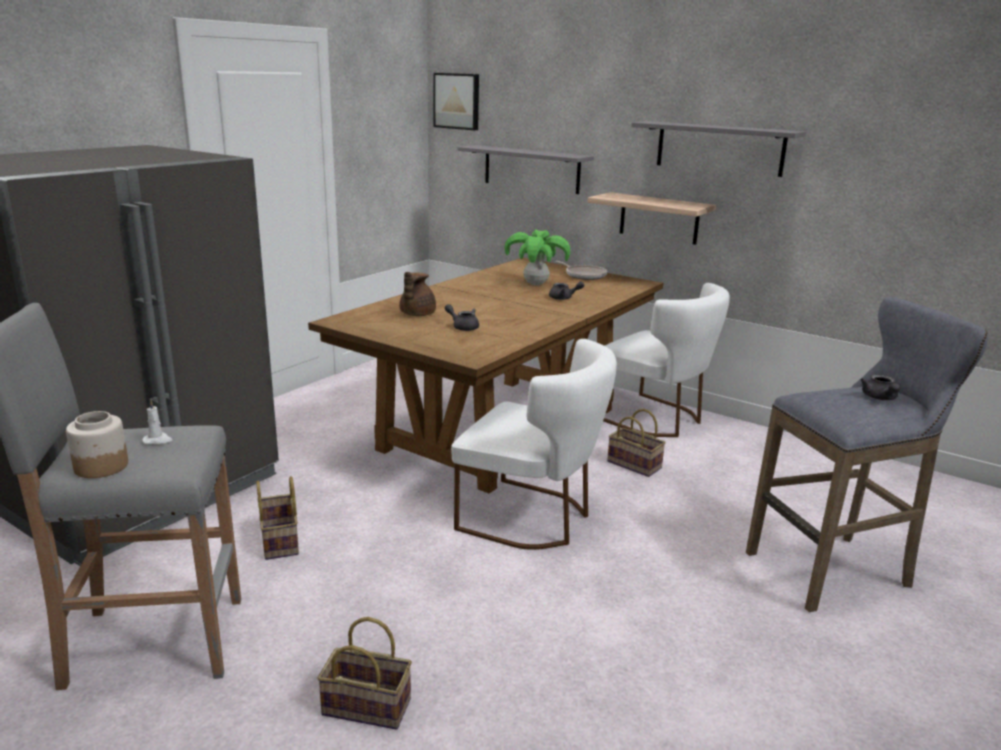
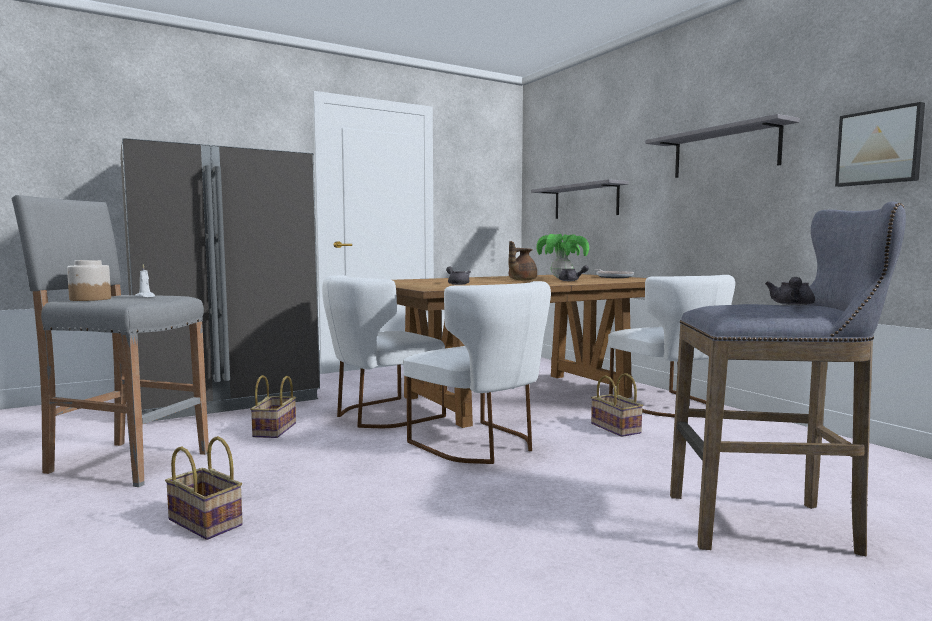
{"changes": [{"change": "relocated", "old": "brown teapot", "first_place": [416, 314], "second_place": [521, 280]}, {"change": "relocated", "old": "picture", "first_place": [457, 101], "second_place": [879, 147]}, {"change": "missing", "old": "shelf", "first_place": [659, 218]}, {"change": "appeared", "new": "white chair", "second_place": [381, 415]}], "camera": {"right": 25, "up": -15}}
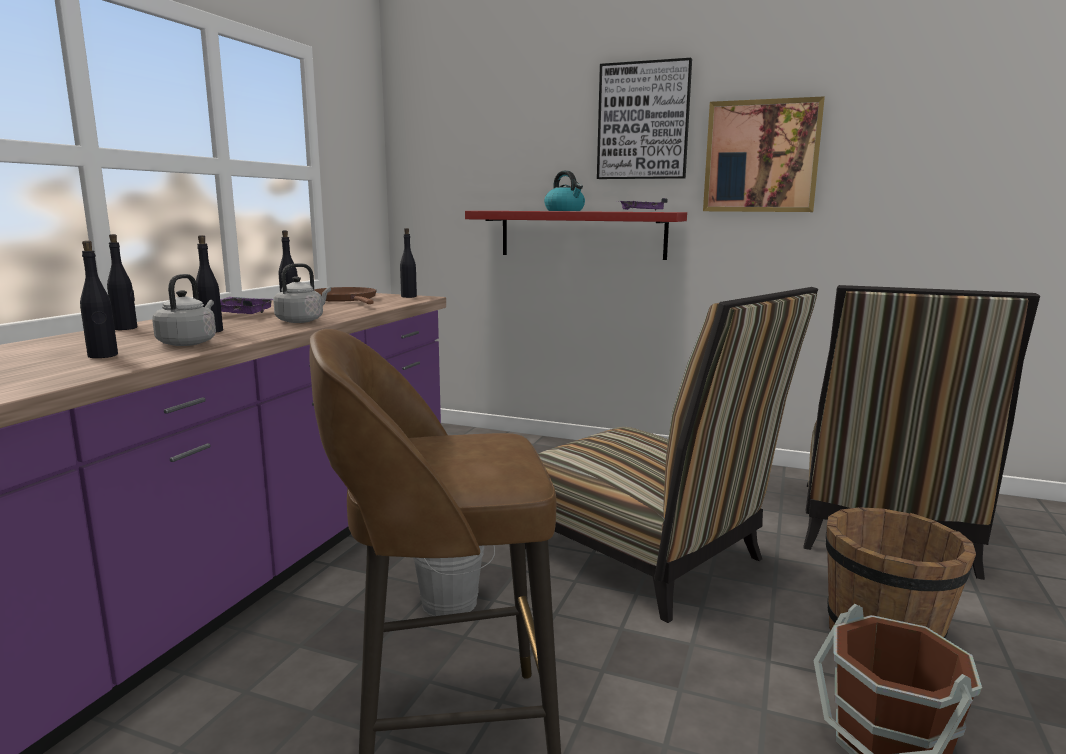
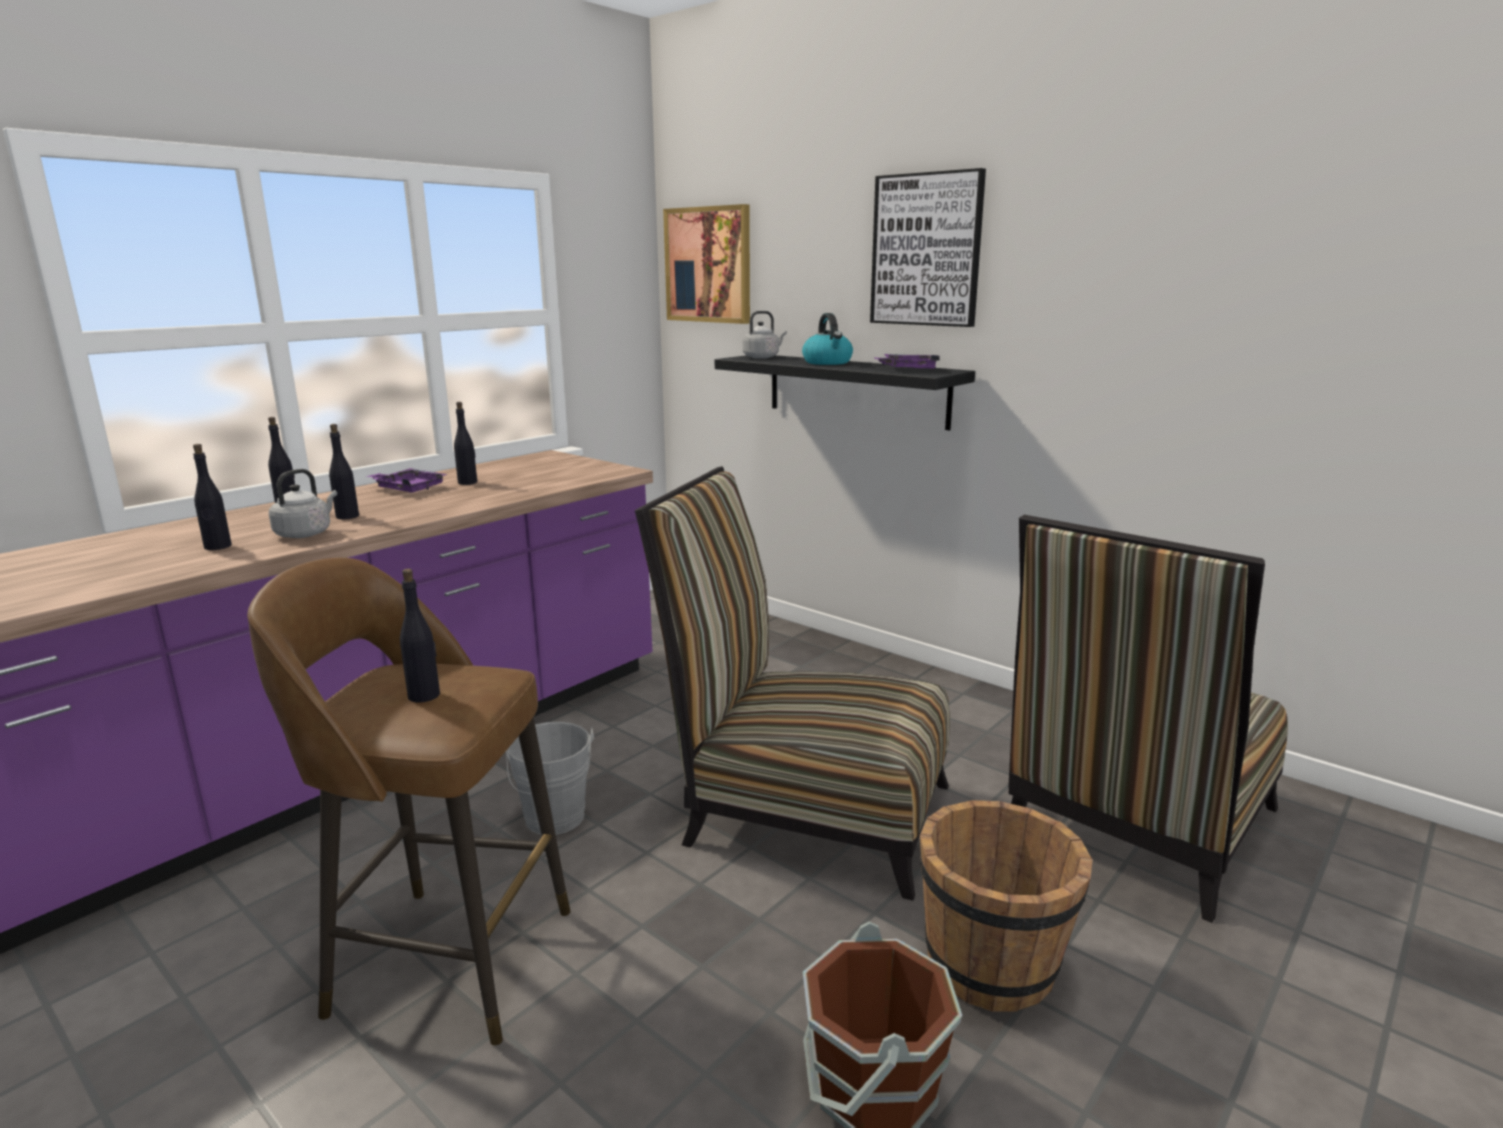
{"changes": [{"change": "relocated", "old": "grey kettle", "first_place": [302, 320], "second_place": [762, 357]}, {"change": "missing", "old": "brown frying pan", "first_place": [345, 299]}, {"change": "relocated", "old": "black bottle", "first_place": [409, 296], "second_place": [424, 695]}, {"change": "colour", "old": "red shelf", "new": "black shelf", "first_place": [582, 234], "second_place": [856, 390]}, {"change": "spun", "old": "chair", "first_place": [651, 559], "second_place": [803, 809], "degrees": 135}, {"change": "relocated", "old": "picture", "first_place": [761, 157], "second_place": [708, 265]}], "camera": {"right": 20, "up": 5}}
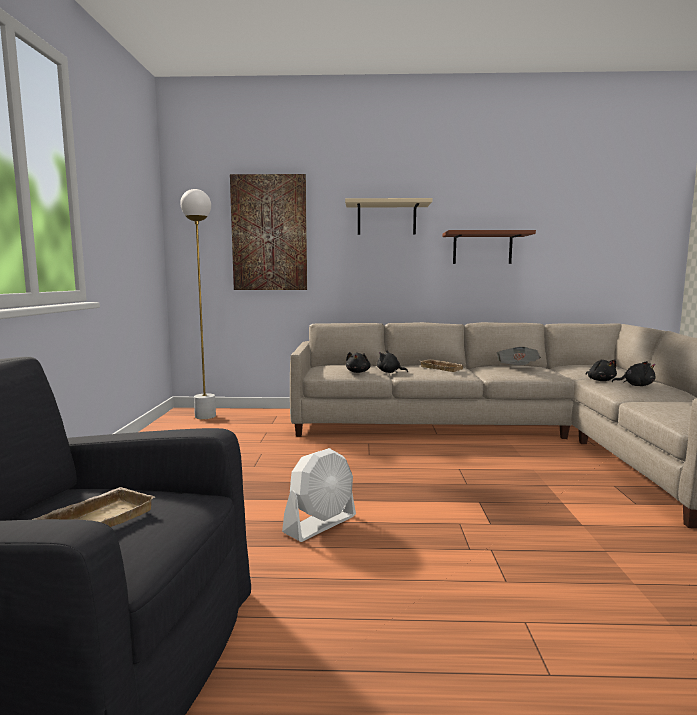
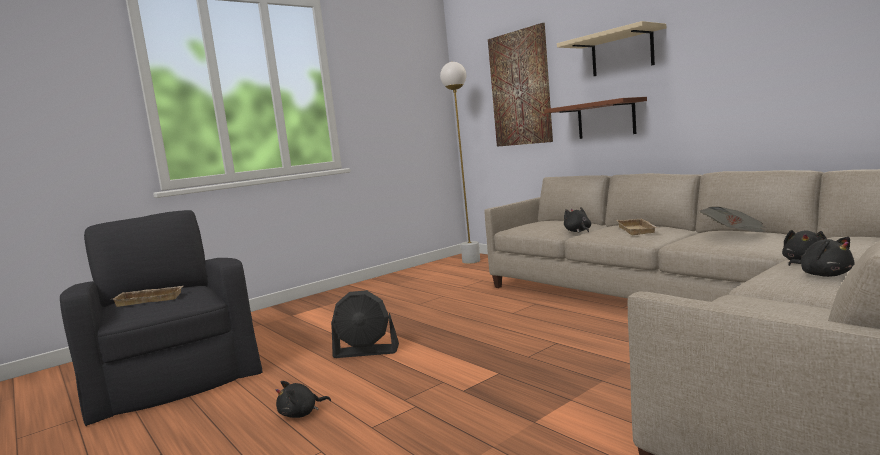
{"changes": [{"change": "colour", "old": "white fan", "new": "black fan", "first_place": [320, 524], "second_place": [366, 351]}, {"change": "relocated", "old": "black plush toy", "first_place": [358, 372], "second_place": [301, 414]}, {"change": "relocated", "old": "brown shelf", "first_place": [482, 248], "second_place": [606, 119]}], "camera": {"right": 50, "up": 0}}
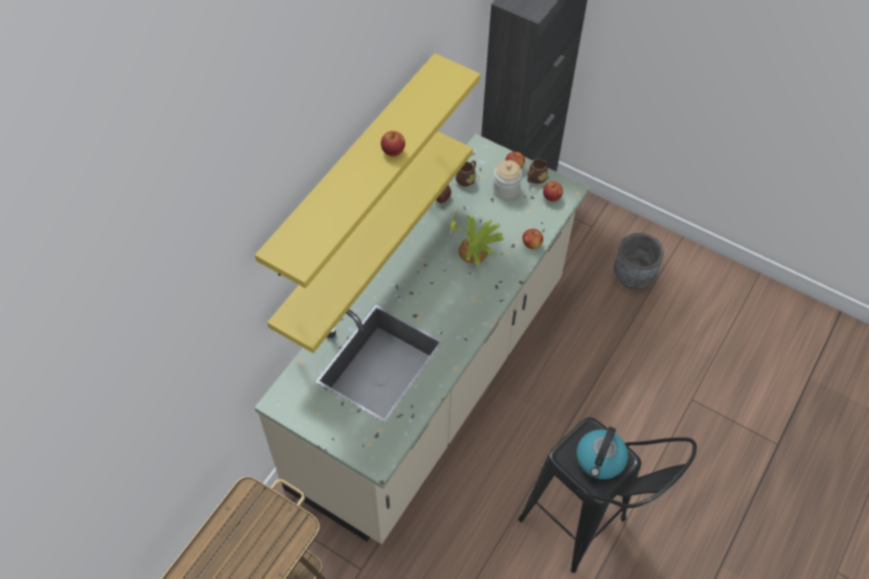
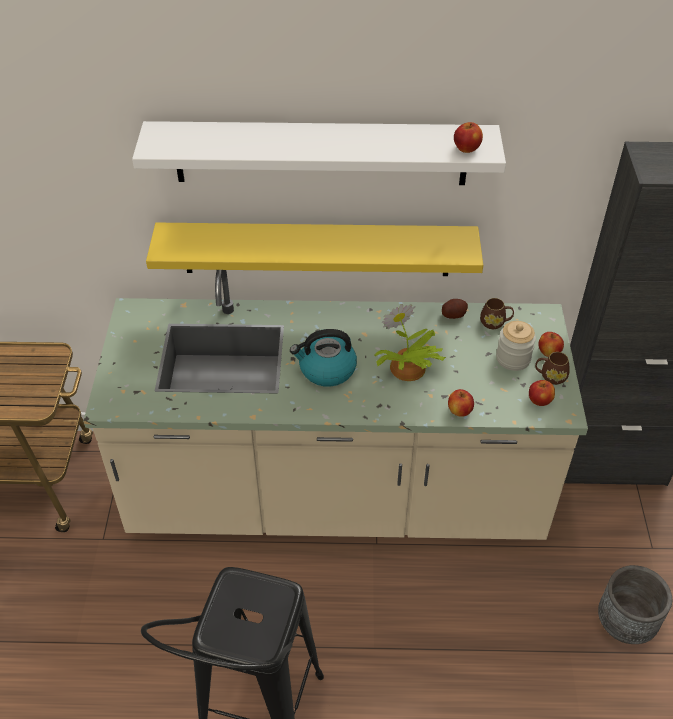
{"changes": [{"change": "colour", "old": "yellow shelf", "new": "white shelf", "first_place": [353, 166], "second_place": [321, 153]}, {"change": "relocated", "old": "apple", "first_place": [393, 151], "second_place": [466, 149]}, {"change": "relocated", "old": "kettle", "first_place": [600, 460], "second_place": [326, 370]}], "camera": {"right": 60, "up": -10}}
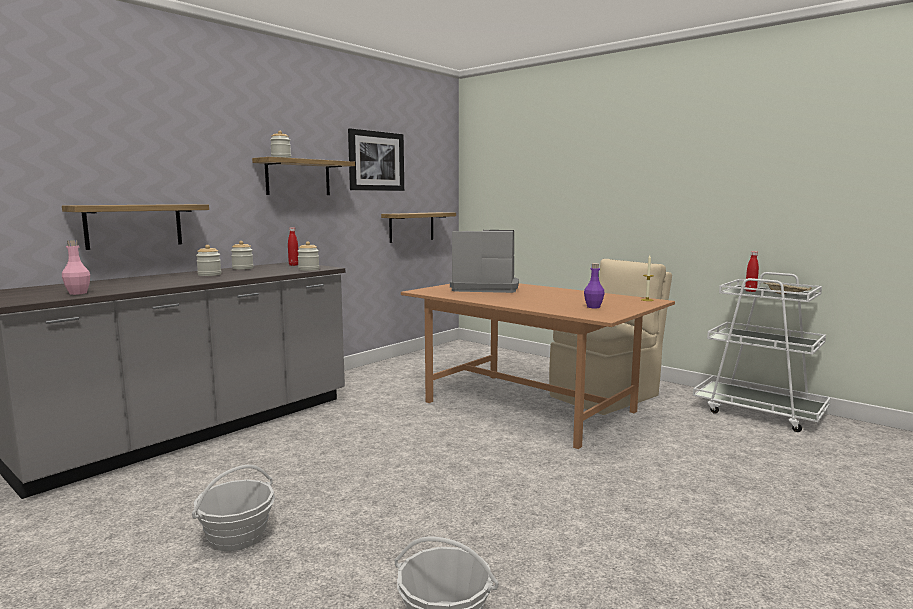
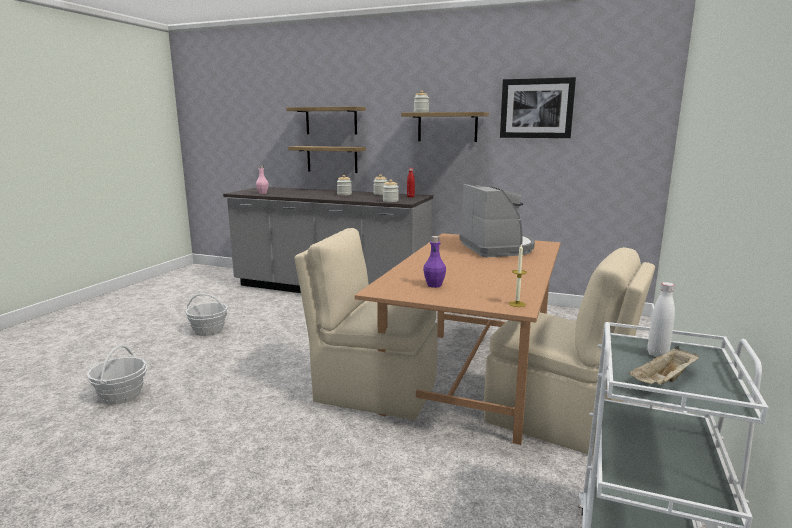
{"changes": [{"change": "relocated", "old": "shelf", "first_place": [411, 227], "second_place": [331, 121]}, {"change": "colour", "old": "red bottle", "new": "white bottle", "first_place": [750, 291], "second_place": [657, 354]}, {"change": "appeared", "new": "beige chair", "second_place": [373, 390]}], "camera": {"right": 70, "up": 5}}
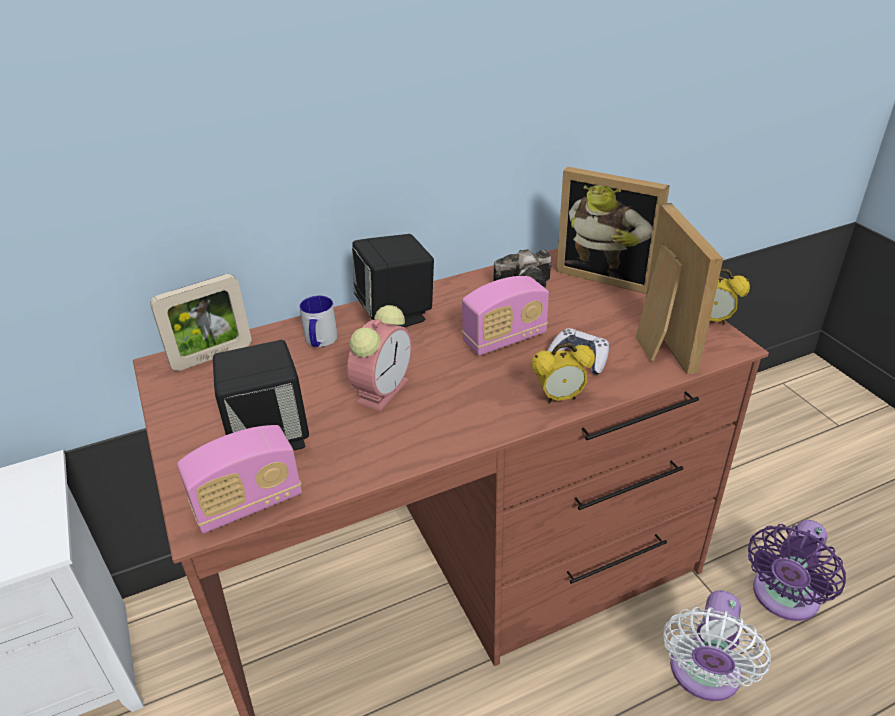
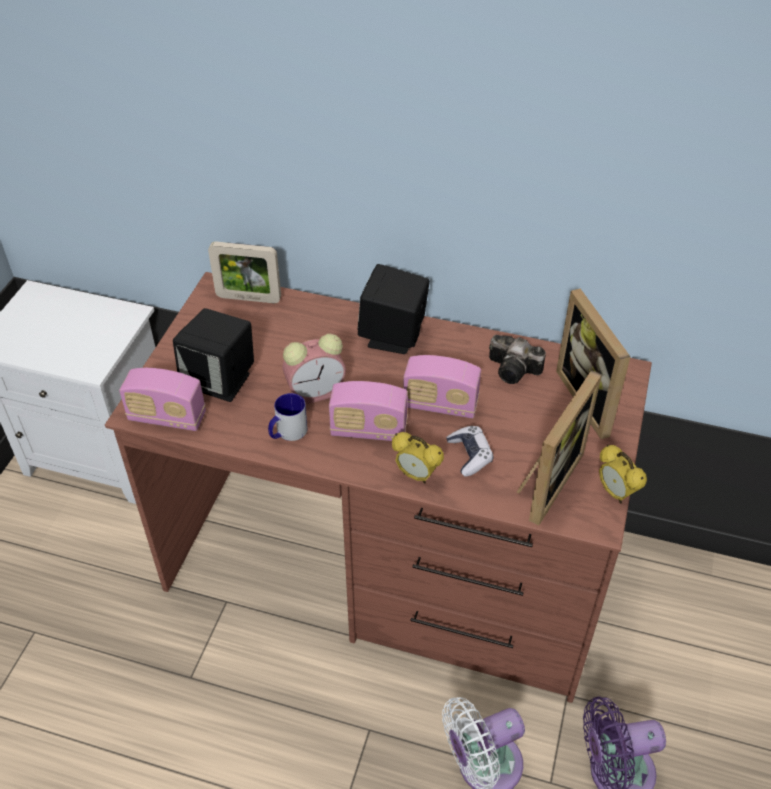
{"changes": [{"change": "relocated", "old": "mug", "first_place": [320, 341], "second_place": [287, 433]}, {"change": "appeared", "new": "radio", "second_place": [369, 430]}], "camera": {"right": 40, "up": 10}}
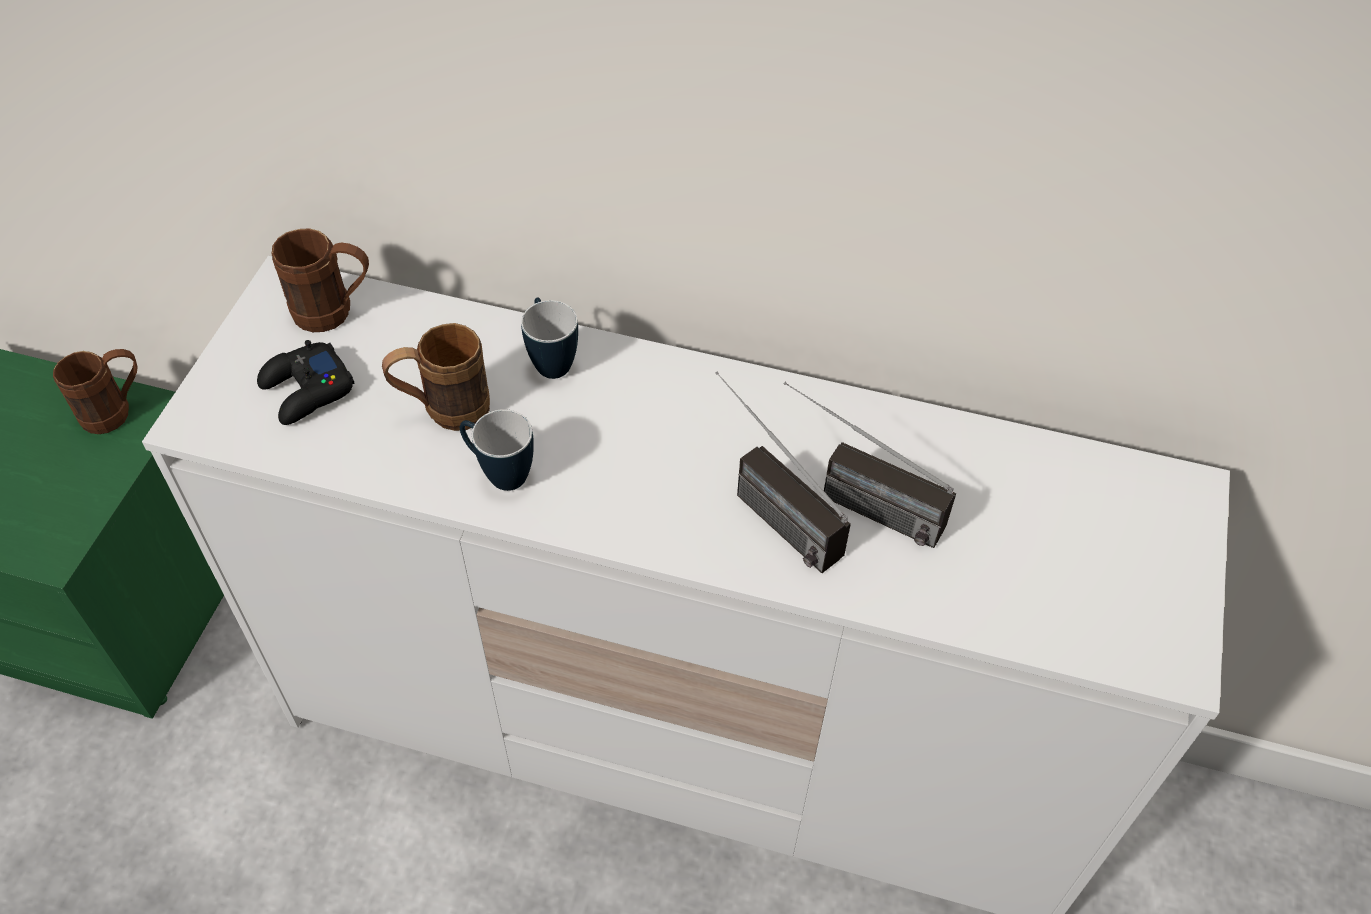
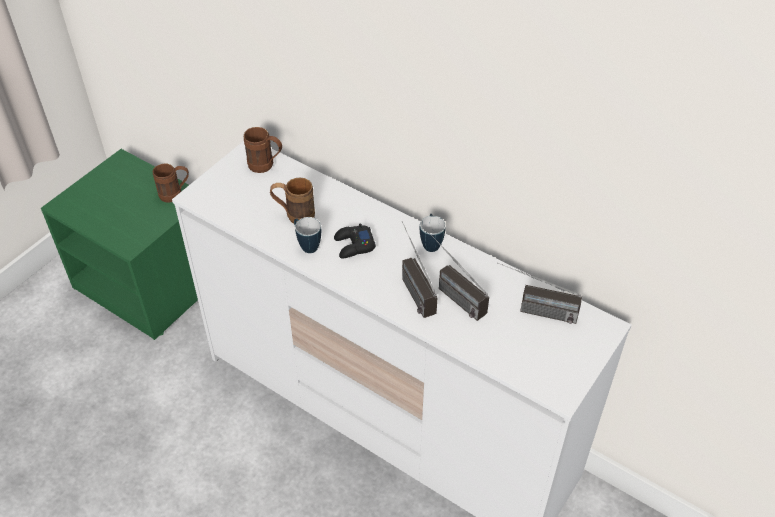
{"changes": [{"change": "relocated", "old": "black game controller", "first_place": [307, 390], "second_place": [354, 245]}, {"change": "relocated", "old": "mug", "first_place": [550, 360], "second_place": [431, 243]}, {"change": "appeared", "new": "radio", "second_place": [533, 310]}], "camera": {"right": 20, "up": -5}}
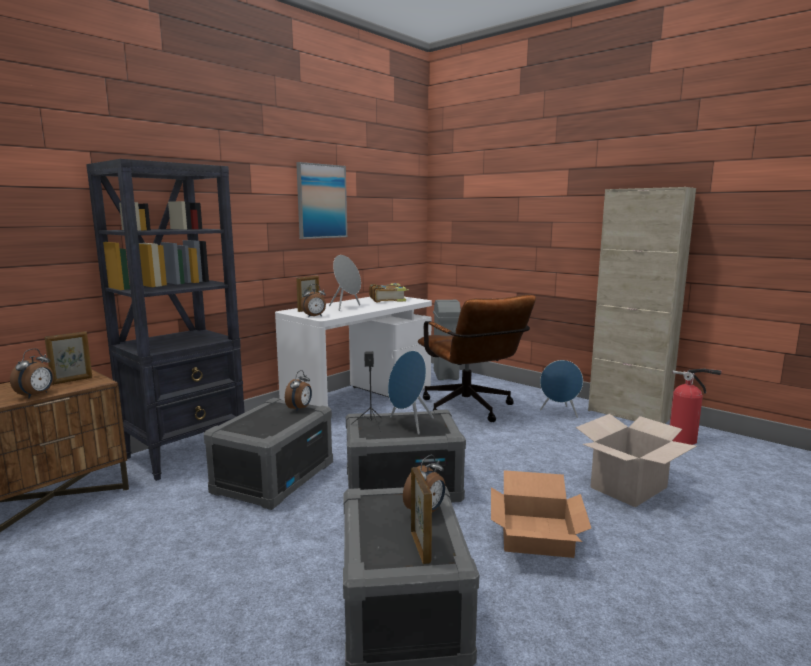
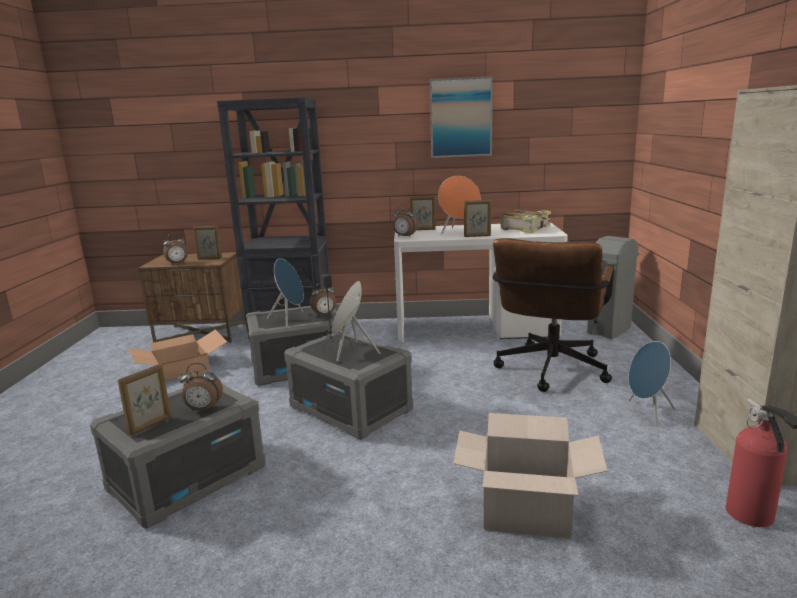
{"changes": [{"change": "colour", "old": "grey speaker", "new": "orange speaker", "first_place": [346, 307], "second_place": [459, 231]}, {"change": "relocated", "old": "cardboard box", "first_place": [537, 535], "second_place": [180, 368]}, {"change": "appeared", "new": "blue speaker", "second_place": [290, 319]}, {"change": "appeared", "new": "picture frame", "second_place": [477, 236]}], "camera": {"right": 50, "up": 5}}
